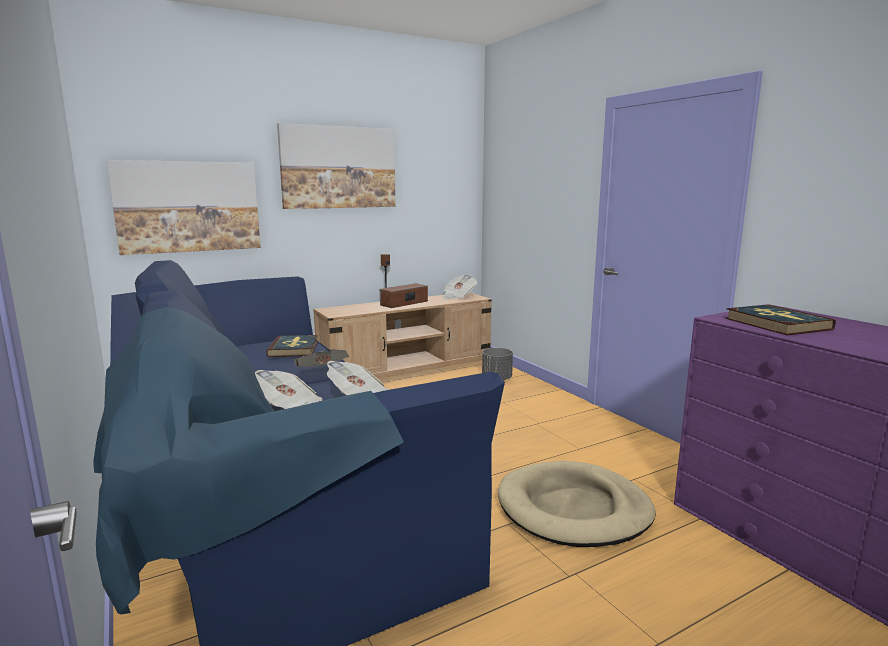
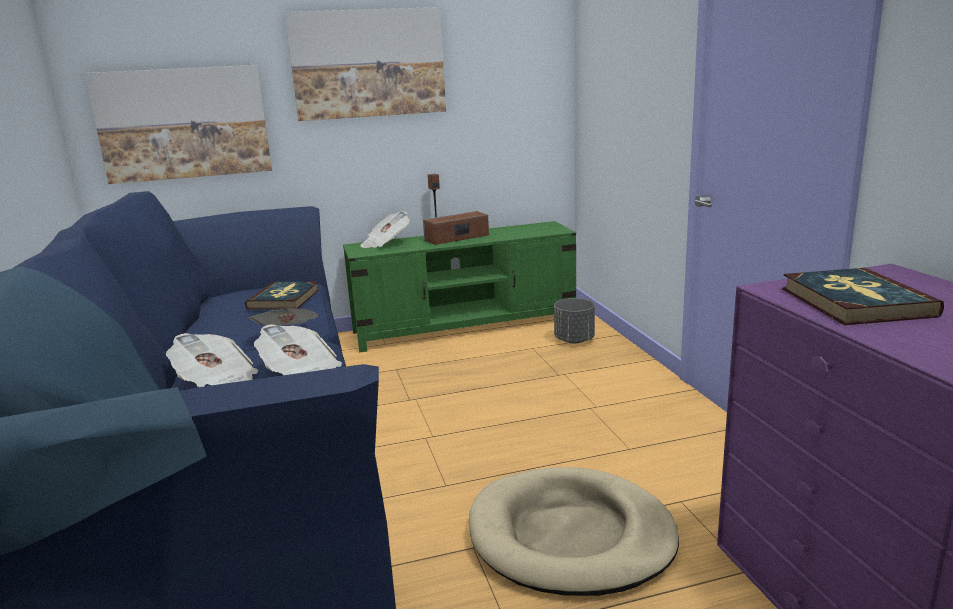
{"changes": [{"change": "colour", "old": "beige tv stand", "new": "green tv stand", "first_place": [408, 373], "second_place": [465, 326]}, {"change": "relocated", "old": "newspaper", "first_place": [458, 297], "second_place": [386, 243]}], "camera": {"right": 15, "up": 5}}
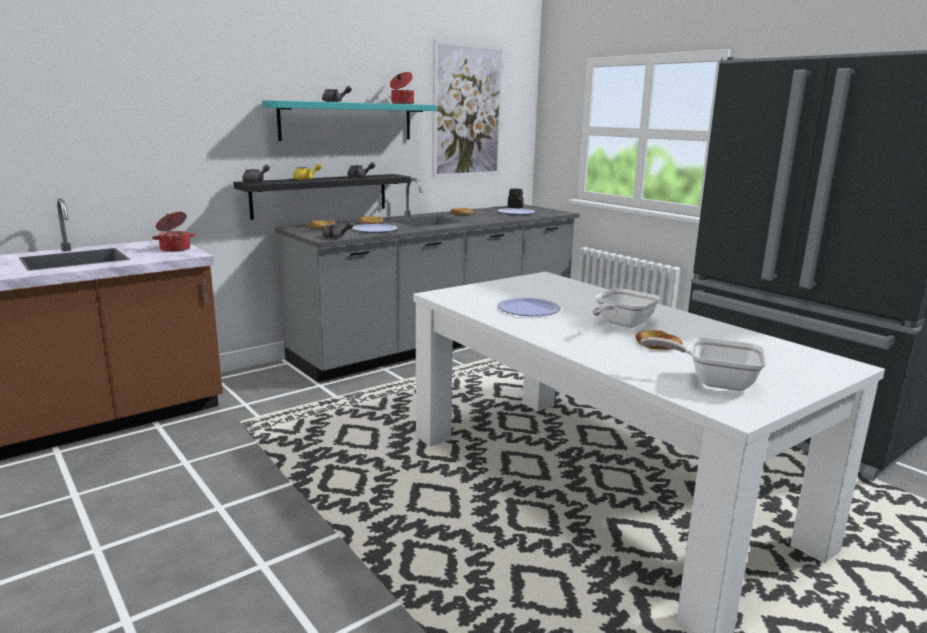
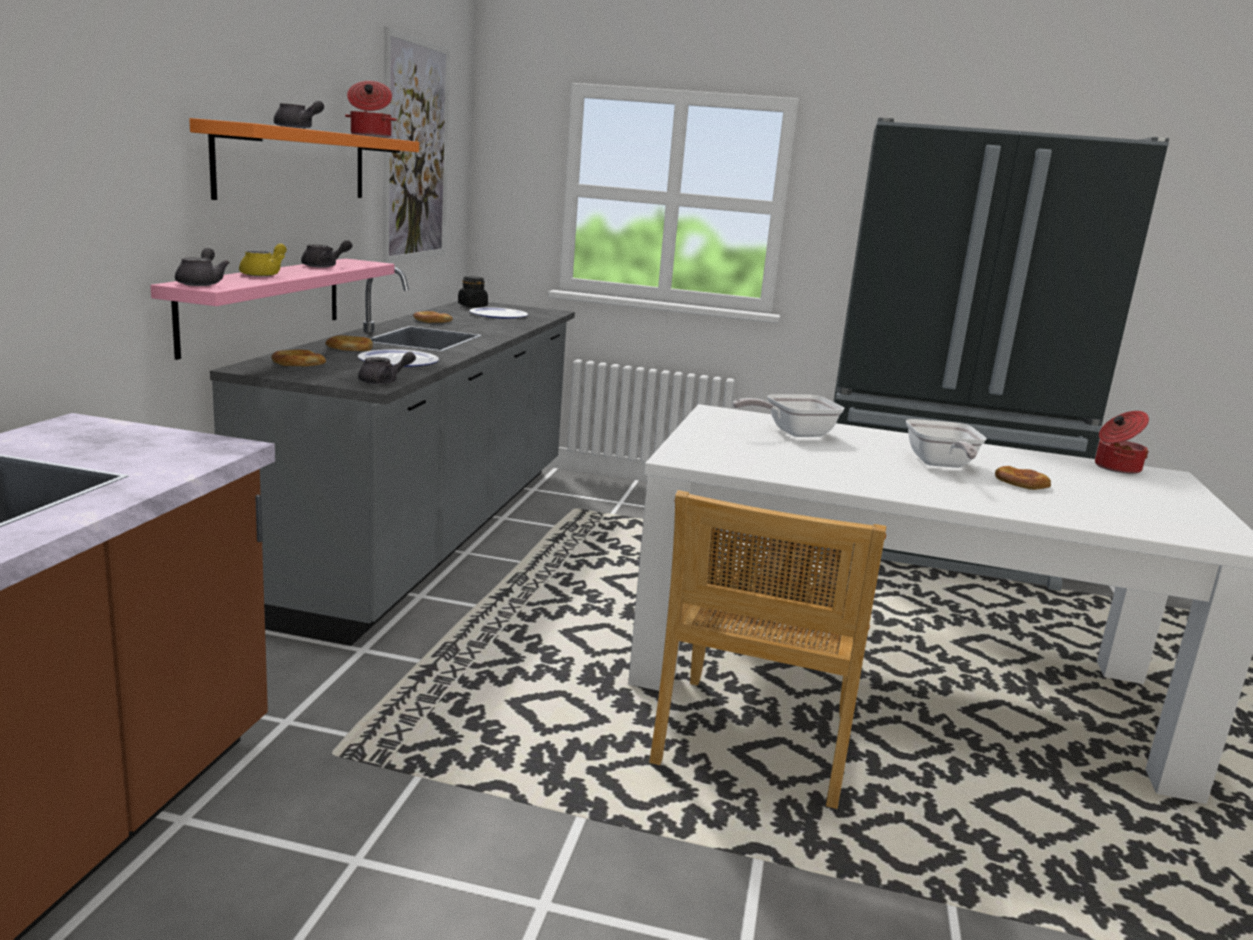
{"changes": [{"change": "relocated", "old": "cooking pot", "first_place": [175, 249], "second_place": [1115, 468]}, {"change": "colour", "old": "black shelf", "new": "pink shelf", "first_place": [320, 195], "second_place": [264, 303]}, {"change": "colour", "old": "turquoise shelf", "new": "orange shelf", "first_place": [347, 121], "second_place": [294, 164]}, {"change": "missing", "old": "plate", "first_place": [528, 309]}, {"change": "relocated", "old": "frying pan", "first_place": [713, 381], "second_place": [792, 433]}, {"change": "appeared", "new": "beige chair", "second_place": [754, 741]}], "camera": {"right": -40, "up": 0}}
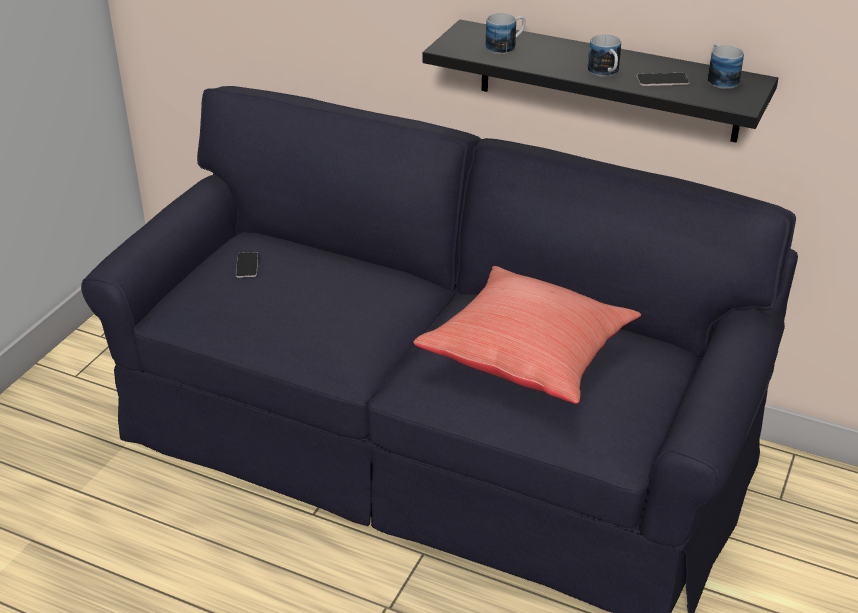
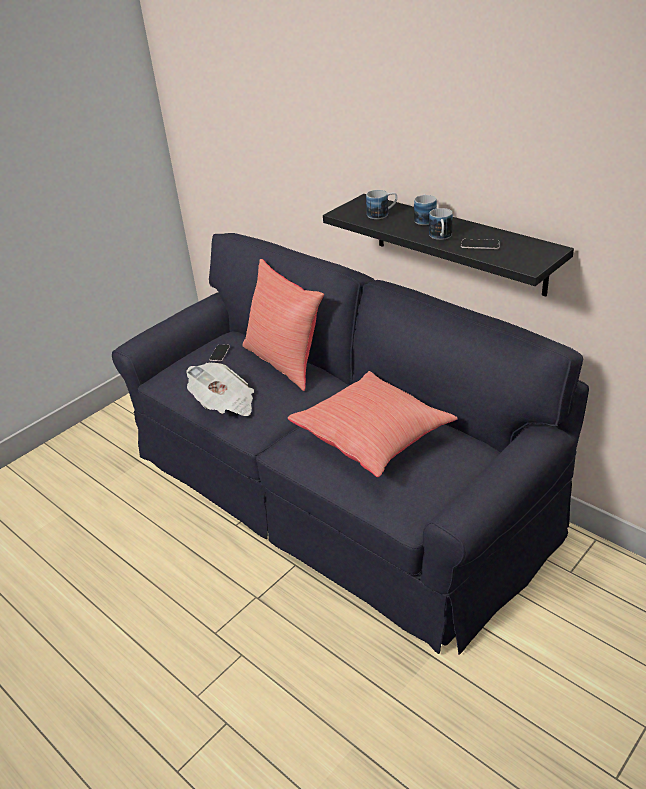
{"changes": [{"change": "relocated", "old": "mug", "first_place": [720, 79], "second_place": [425, 218]}, {"change": "appeared", "new": "newspaper", "second_place": [224, 404]}, {"change": "appeared", "new": "red pillow", "second_place": [285, 362]}], "camera": {"right": 20, "up": 0}}
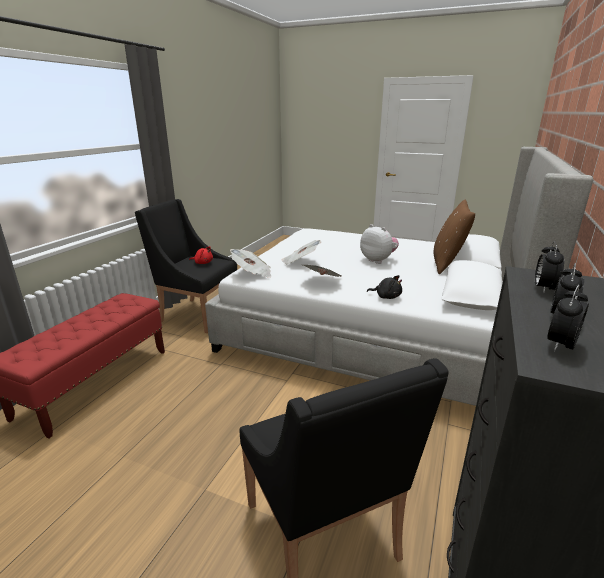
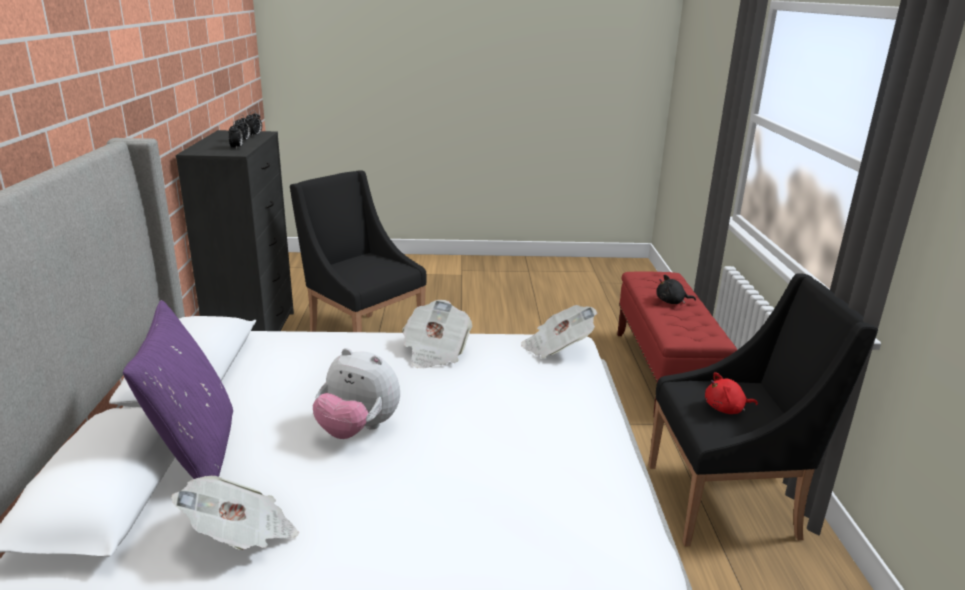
{"changes": [{"change": "relocated", "old": "newspaper", "first_place": [300, 262], "second_place": [242, 535]}, {"change": "relocated", "old": "black plush toy", "first_place": [386, 297], "second_place": [671, 302]}, {"change": "colour", "old": "brown pillow", "new": "purple pillow", "first_place": [447, 264], "second_place": [196, 454]}], "camera": {"right": 155, "up": 0}}
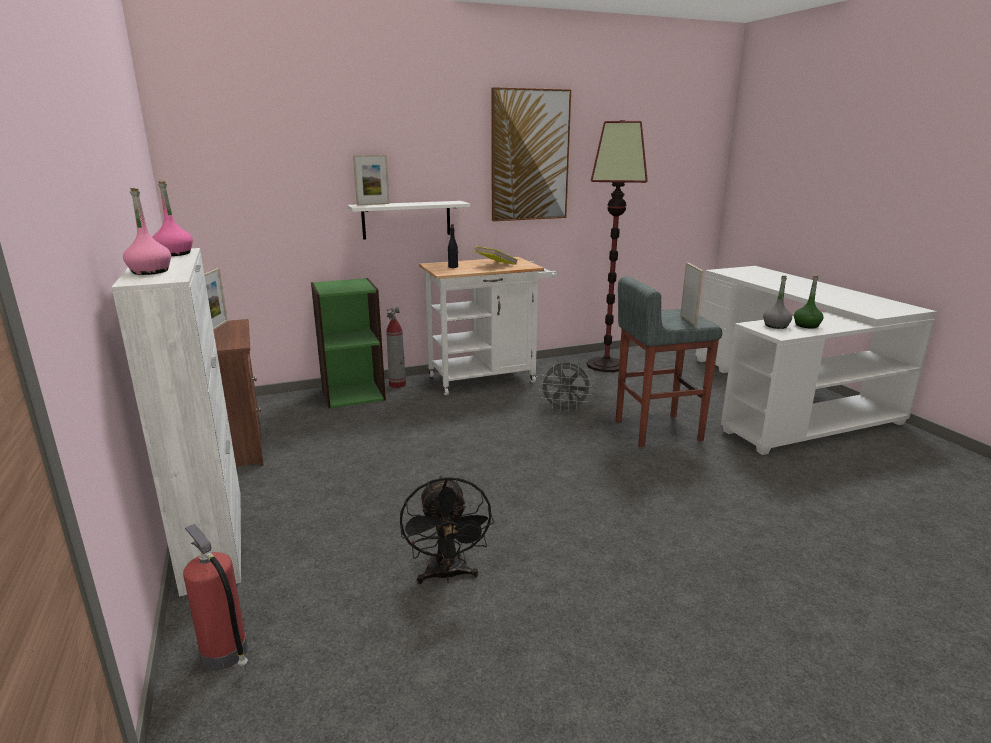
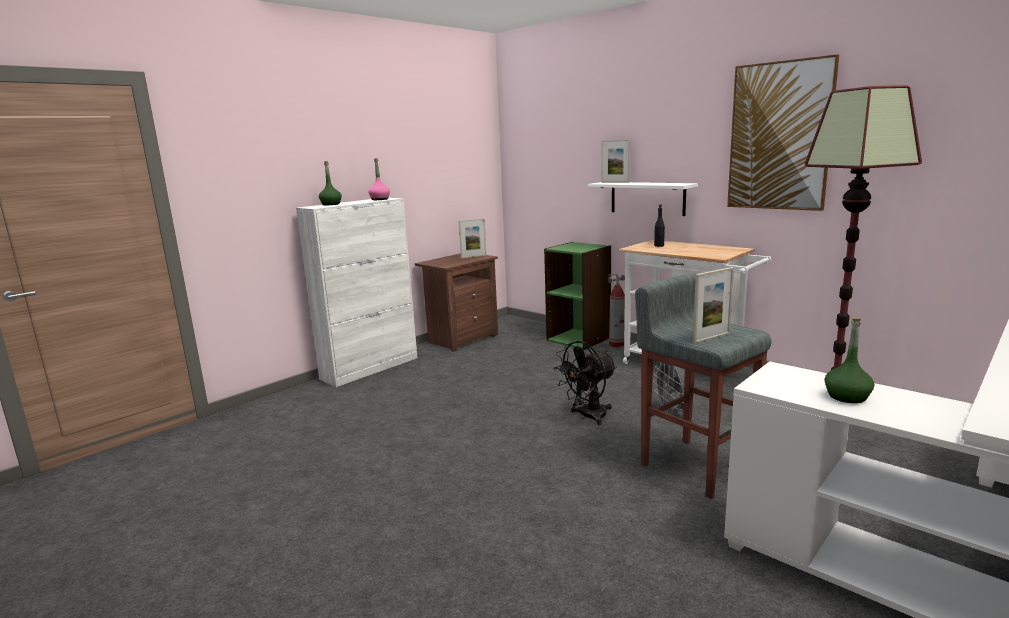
{"changes": [{"change": "colour", "old": "pink bottle", "new": "green bottle", "first_place": [150, 271], "second_place": [331, 204]}, {"change": "missing", "old": "fire extinguisher", "first_place": [225, 654]}, {"change": "relocated", "old": "black fan", "first_place": [447, 575], "second_place": [588, 417]}, {"change": "missing", "old": "yellow book", "first_place": [496, 265]}, {"change": "missing", "old": "grey bottle", "first_place": [775, 326]}], "camera": {"right": 65, "up": -5}}
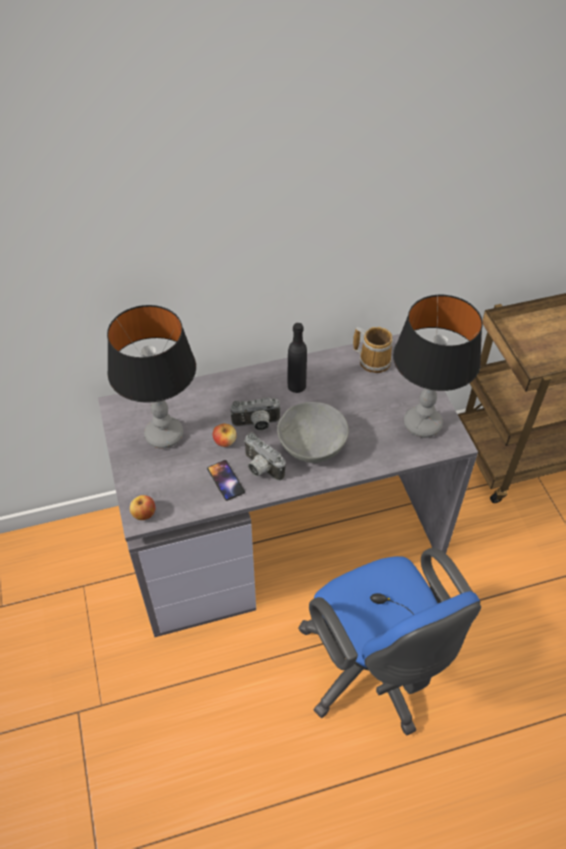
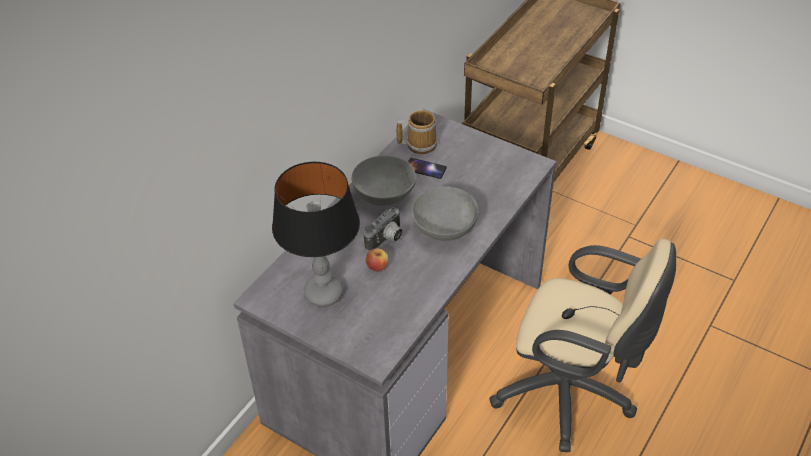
{"changes": [{"change": "missing", "old": "apple", "first_place": [144, 514]}, {"change": "relocated", "old": "phone", "first_place": [225, 480], "second_place": [425, 168]}, {"change": "missing", "old": "photo camera", "first_place": [260, 468]}, {"change": "exchanged", "old": "black bottle", "new": "grey bowl", "first_place": [296, 385], "second_place": [384, 195]}, {"change": "colour", "old": "blue office chair", "new": "beige office chair", "first_place": [374, 671], "second_place": [570, 394]}, {"change": "missing", "old": "table lamp", "first_place": [422, 424]}], "camera": {"right": -40, "up": -5}}
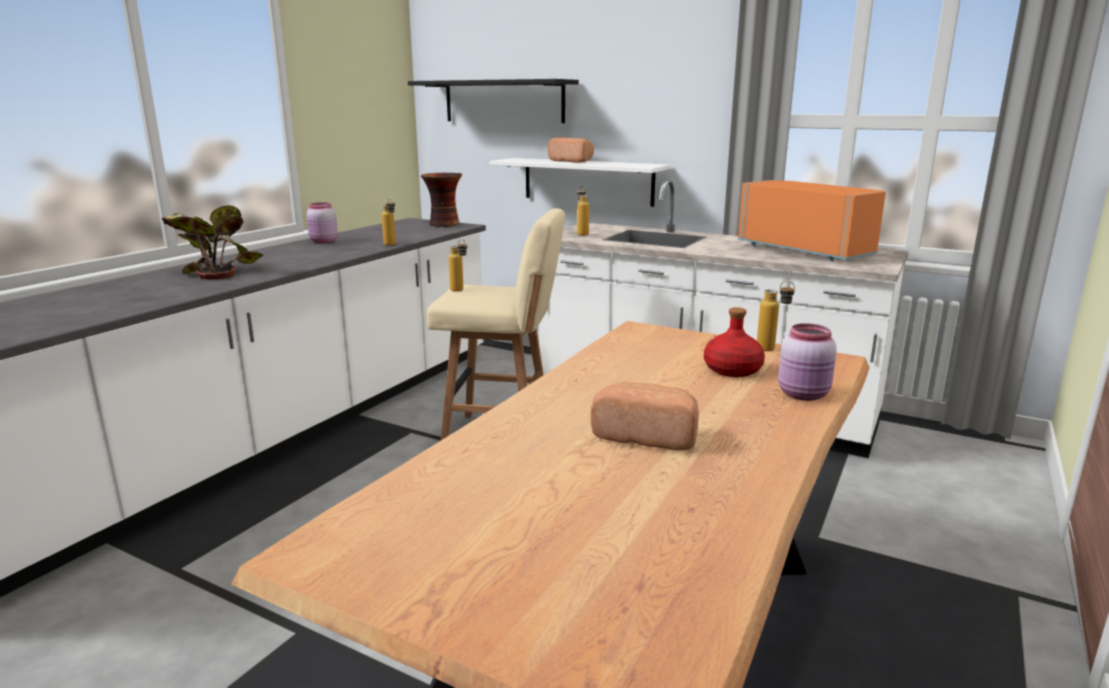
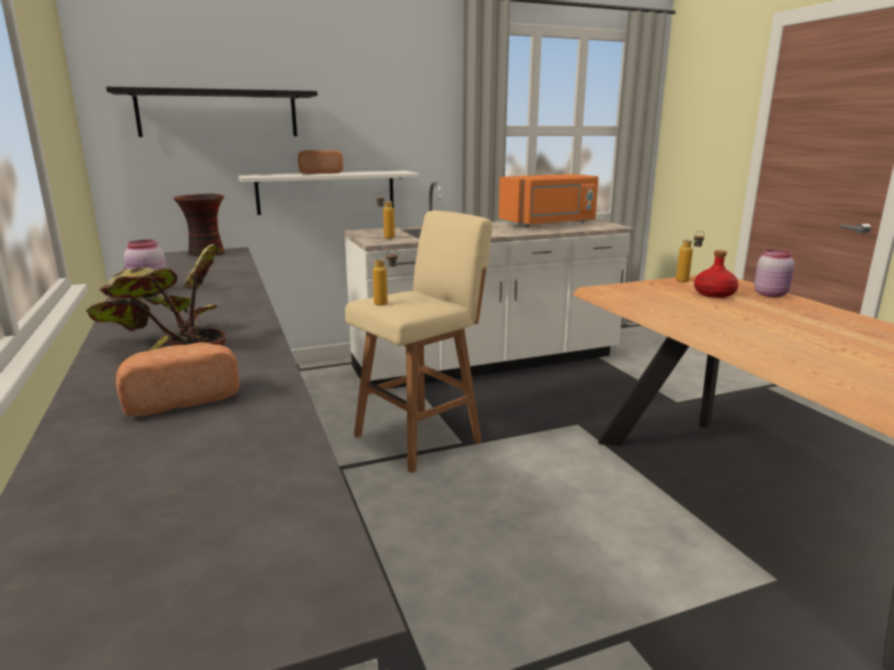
{"changes": [{"change": "missing", "old": "bottle", "first_place": [391, 245]}, {"change": "relocated", "old": "bread", "first_place": [646, 436], "second_place": [180, 399]}, {"change": "spun", "old": "orange microwave", "first_place": [807, 250], "second_place": [549, 224], "degrees": 150}], "camera": {"right": -50, "up": 0}}
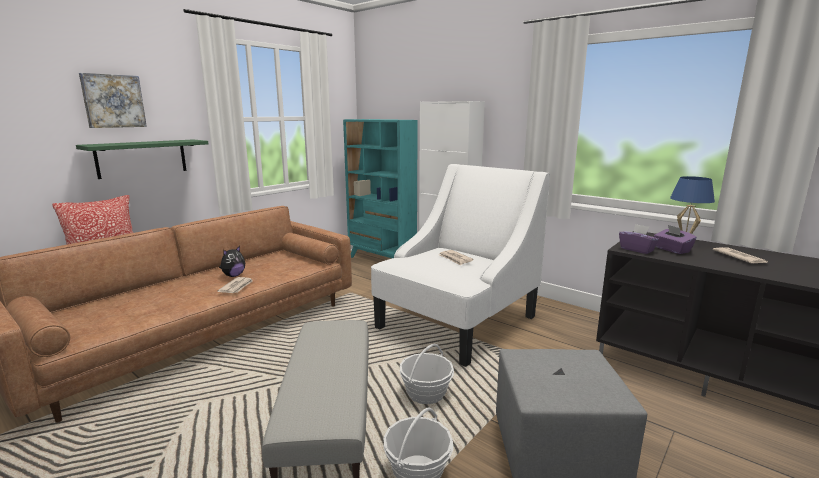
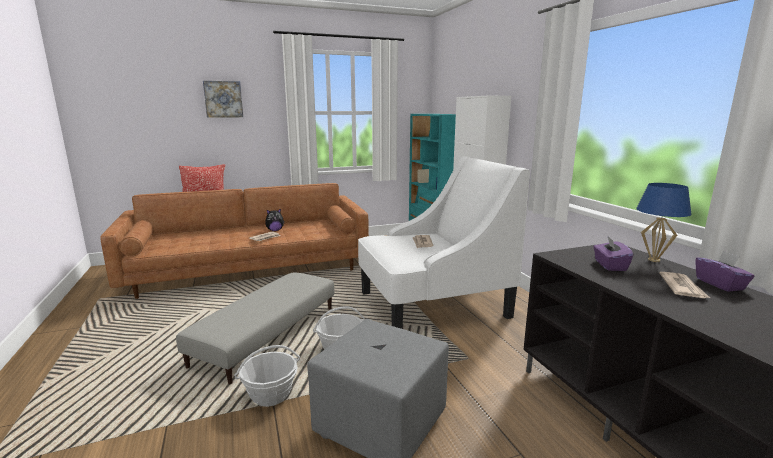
{"changes": [{"change": "missing", "old": "green shelf", "first_place": [142, 158]}, {"change": "relocated", "old": "purple tissue box", "first_place": [637, 249], "second_place": [720, 284]}], "camera": {"right": 30, "up": 0}}
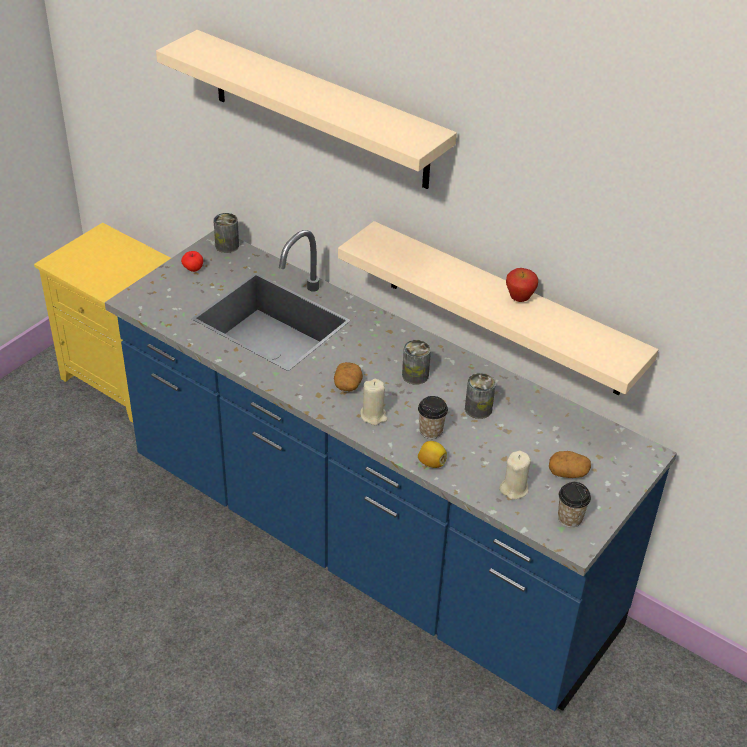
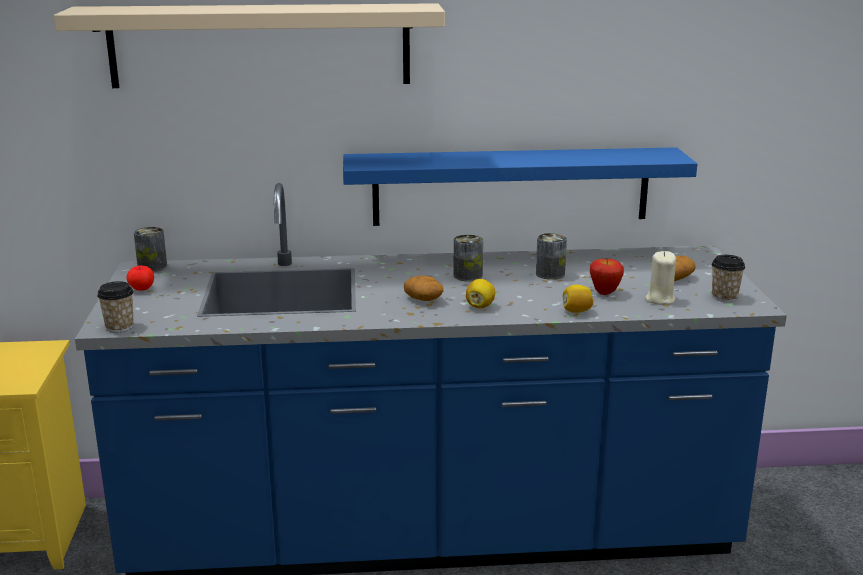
{"changes": [{"change": "colour", "old": "beige shelf", "new": "blue shelf", "first_place": [504, 309], "second_place": [511, 186]}, {"change": "exchanged", "old": "beige candle", "new": "lemon", "first_place": [373, 415], "second_place": [480, 306]}, {"change": "relocated", "old": "cup", "first_place": [431, 431], "second_place": [119, 327]}, {"change": "relocated", "old": "apple", "first_place": [519, 299], "second_place": [605, 293]}], "camera": {"right": -40, "up": -20}}
